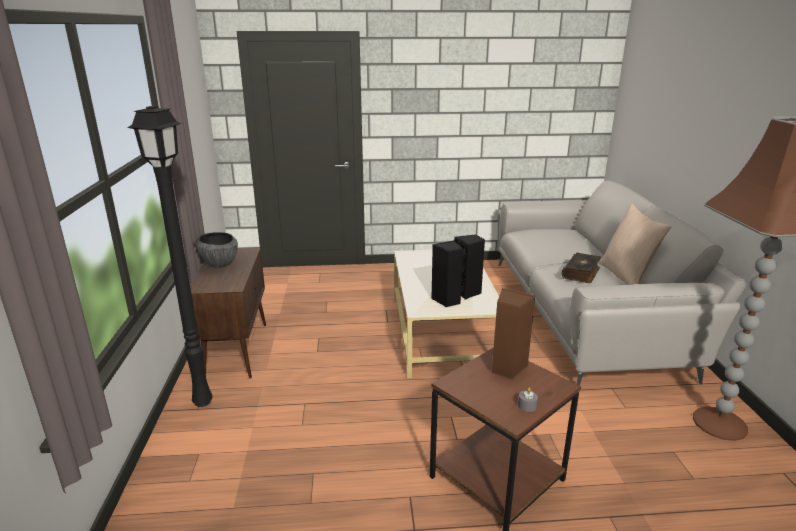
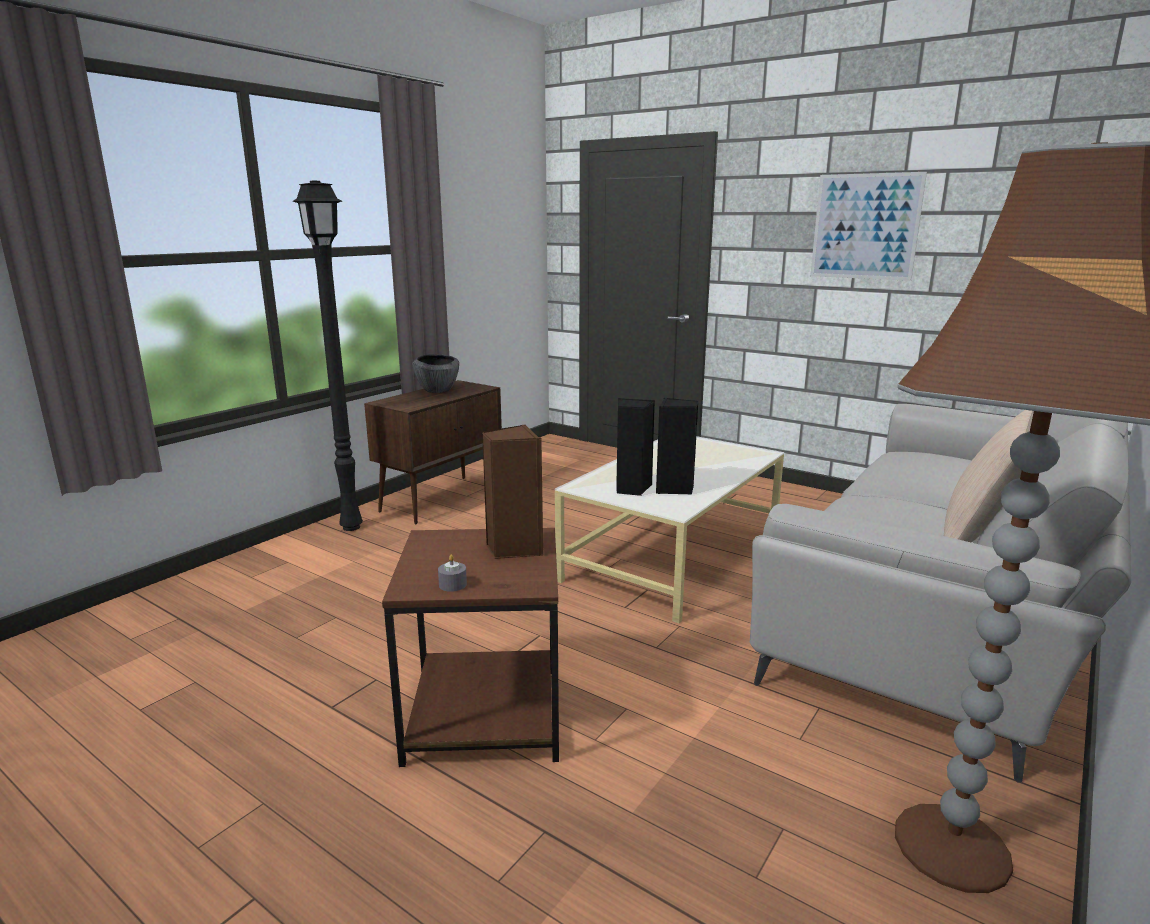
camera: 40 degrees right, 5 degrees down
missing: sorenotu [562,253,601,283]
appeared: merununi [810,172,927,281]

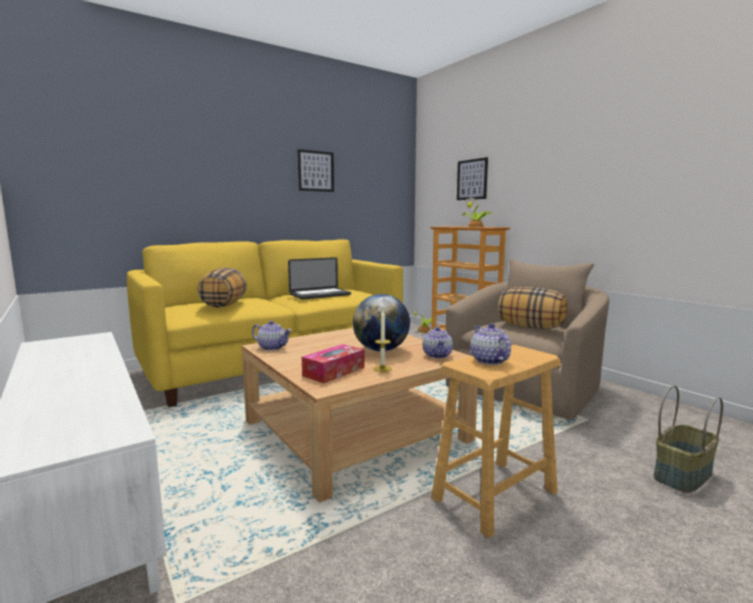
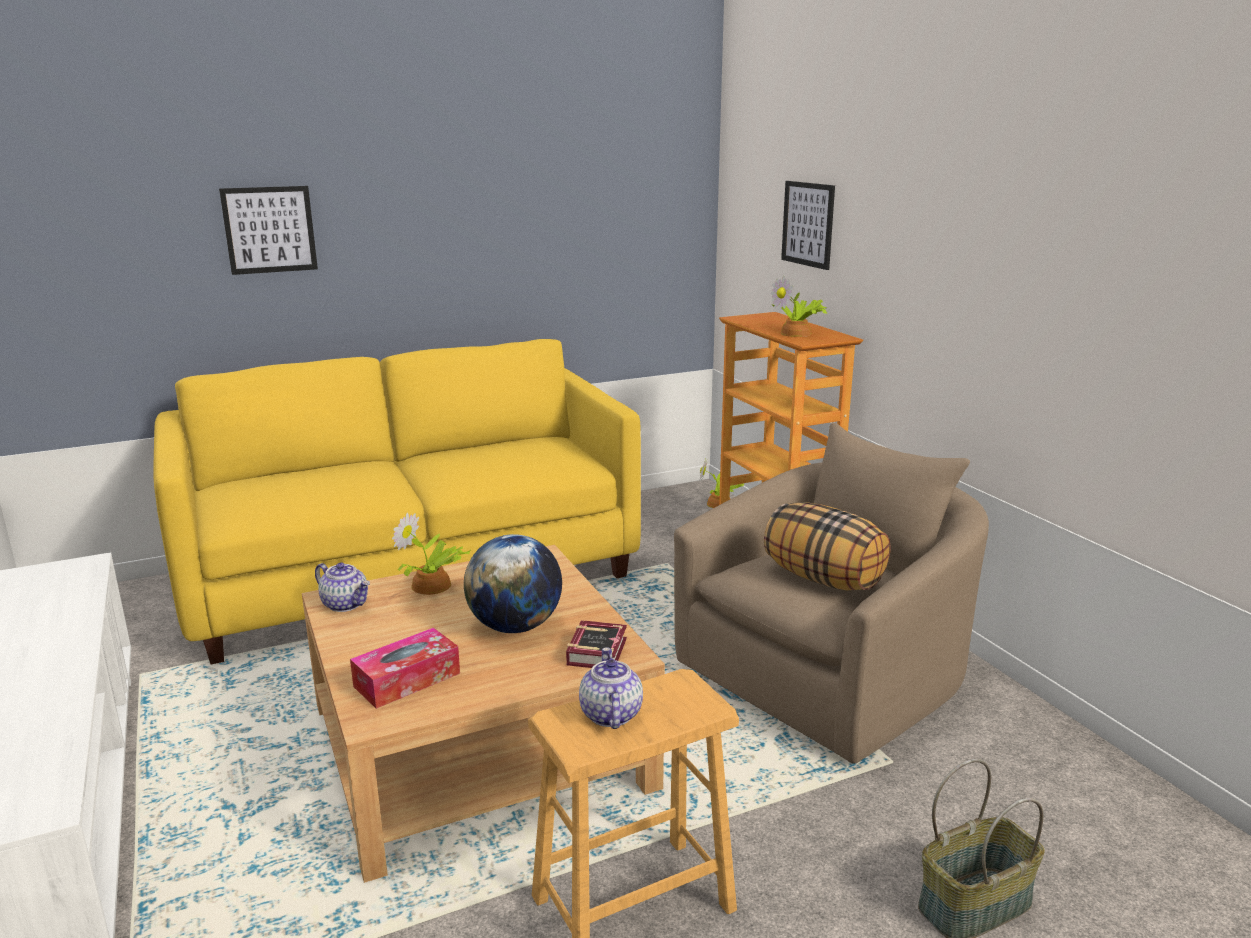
camera: 10 degrees right, 10 degrees up
missing: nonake [198,268,247,308]; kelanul [288,257,351,300]; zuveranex [374,311,392,372]
appeared: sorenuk [392,512,471,595]
relocated: merununi [297,149,334,192] to [219,186,318,275]
exchanged: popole [423,327,453,358] to sorenotu [566,620,627,668]

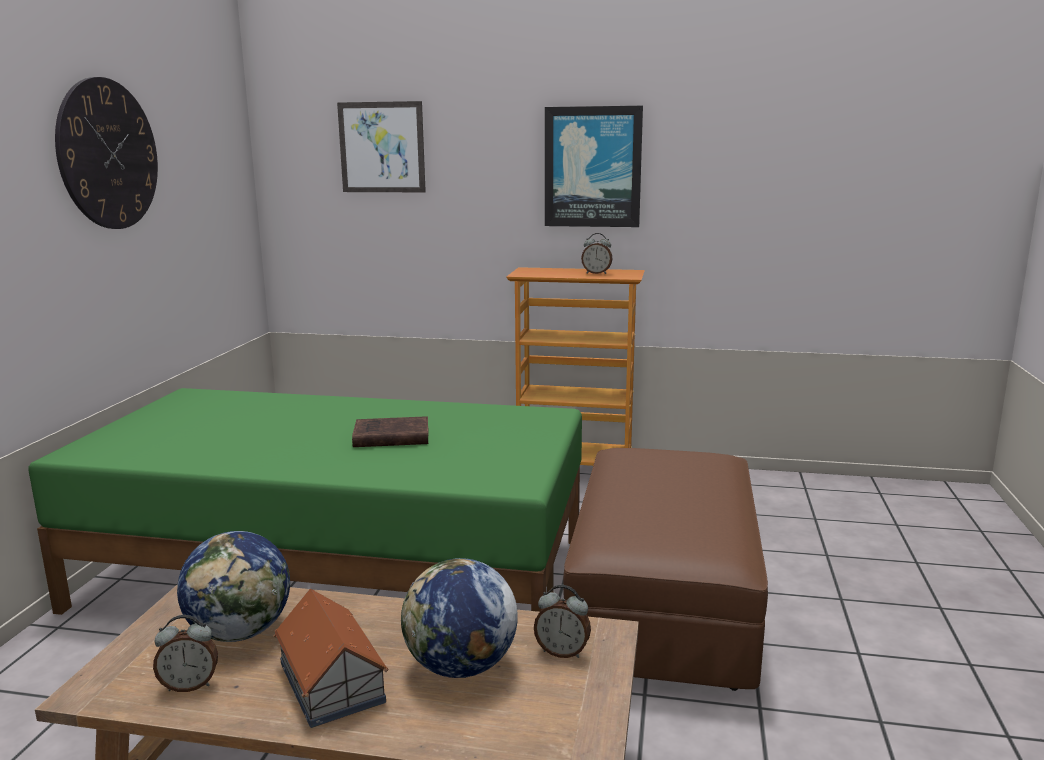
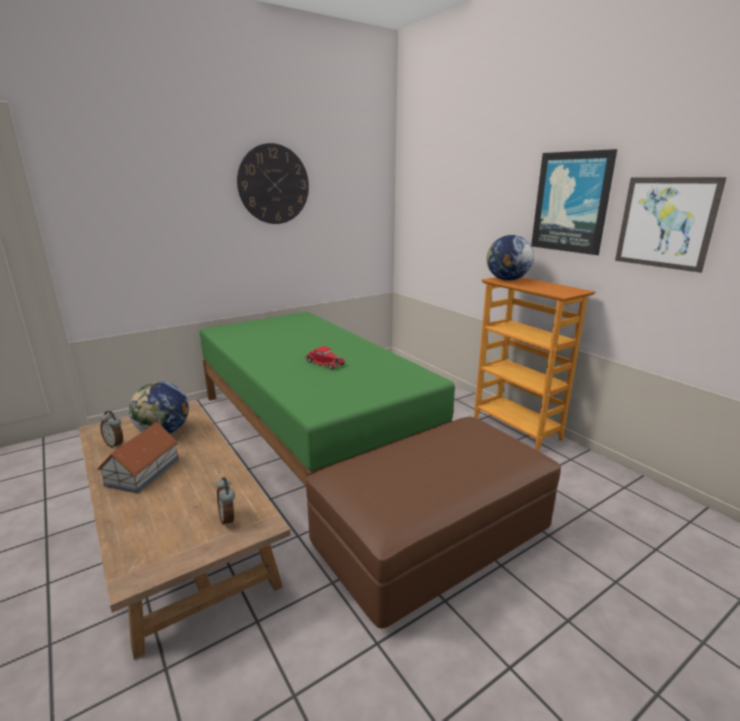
camera: 45 degrees right, 5 degrees up
missing: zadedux [581,233,613,274]
relocated: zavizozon [401,558,518,678] to [487,235,534,281]; merununi [337,101,426,192] to [615,177,727,273]
exchanged: sorenotu (brown) [352,416,428,447] to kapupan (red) [304,346,345,370]

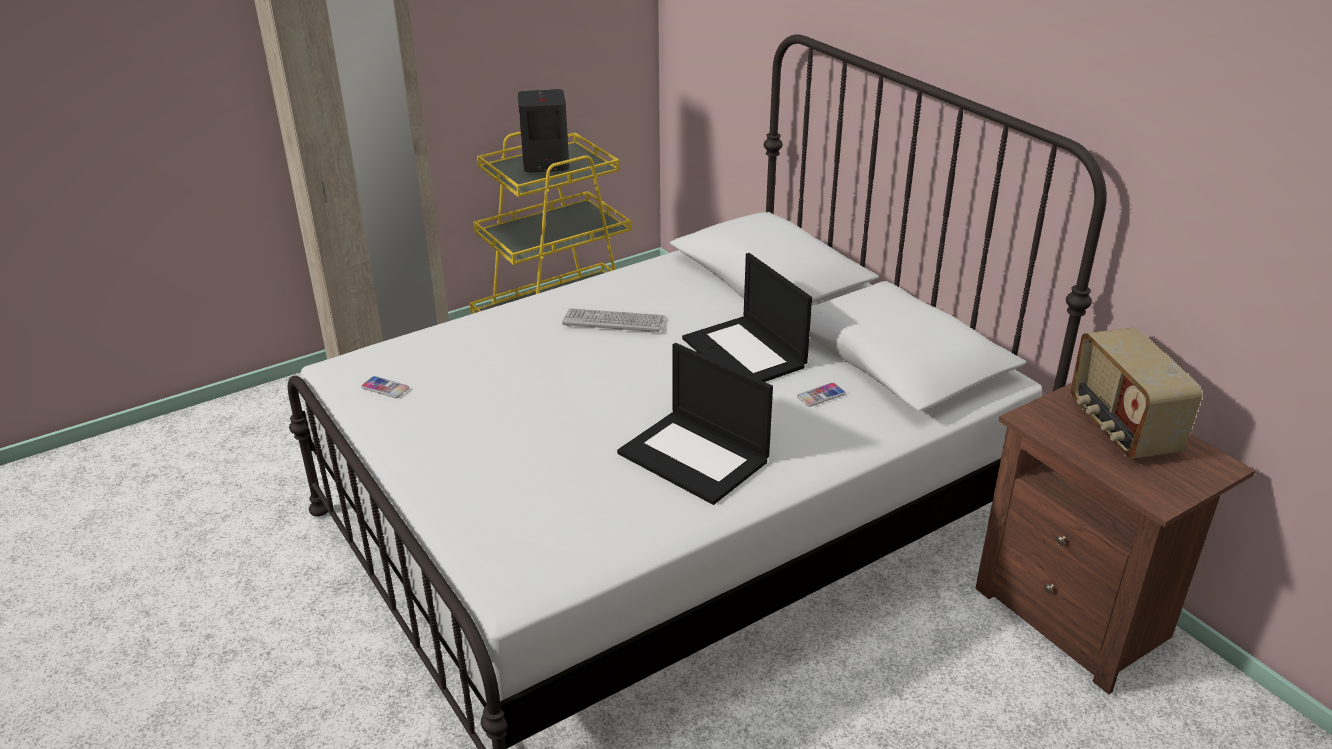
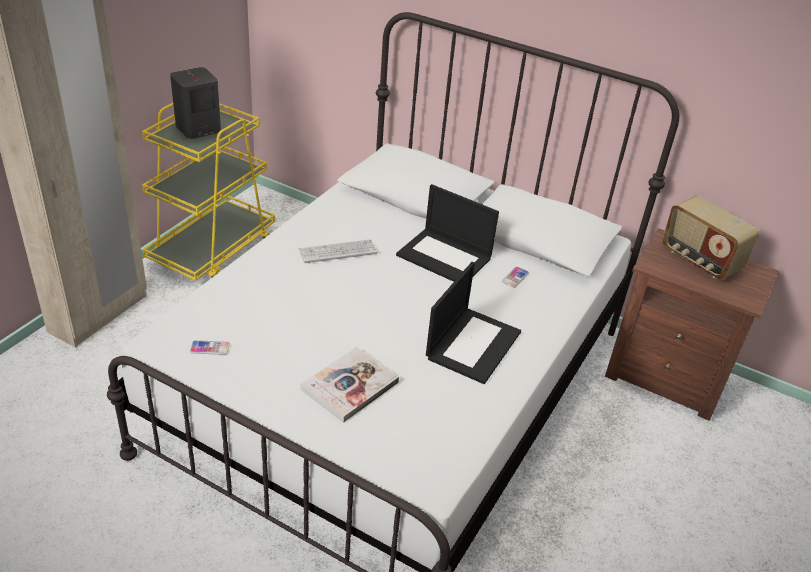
camera: 30 degrees left, 5 degrees up
appeared: sorenotu [301,347,399,423]
spun: kelanul [617,343,773,505] = [426,262,521,384] 75 degrees counterclockwise

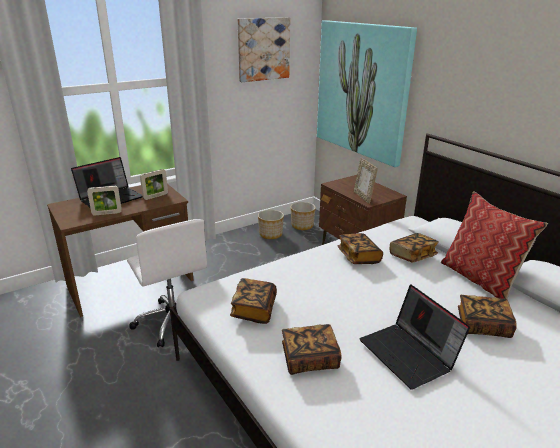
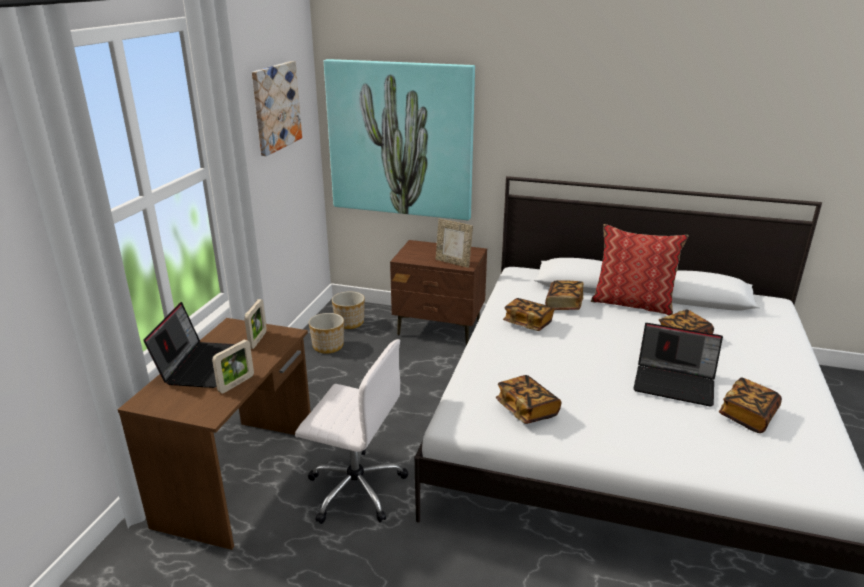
camera: 40 degrees left, 0 degrees up
relocated: sorenotu [282,324,342,375] to [719,377,782,433]

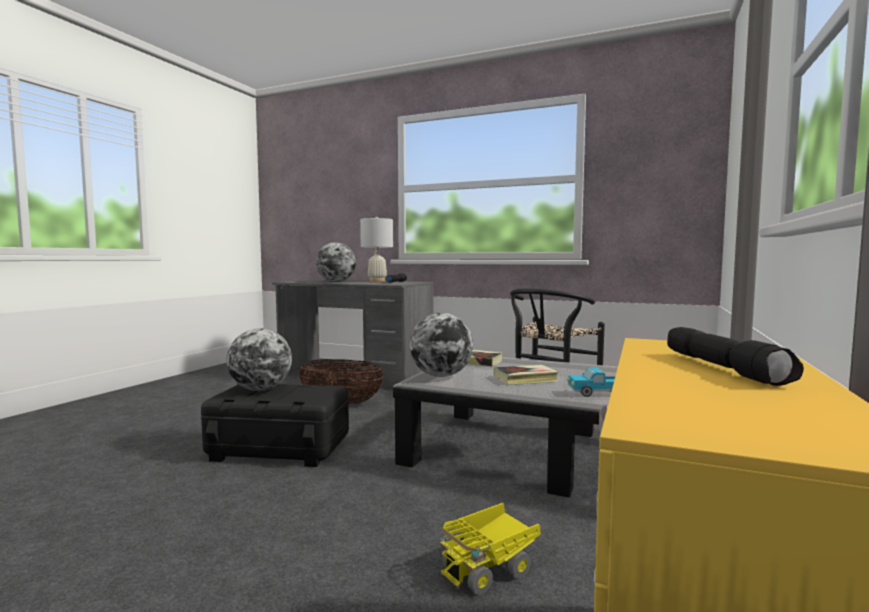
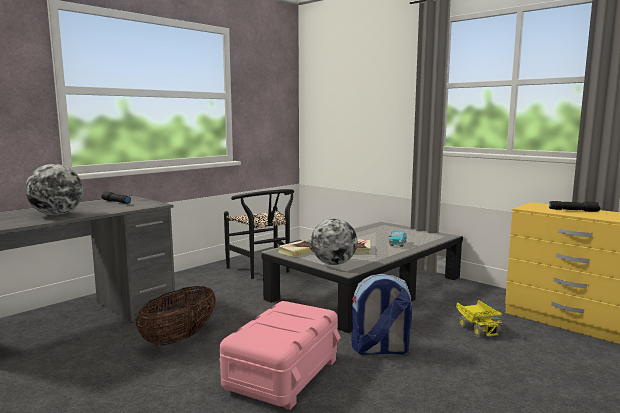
camera: 70 degrees left, 5 degrees up
missing: zavizozon [227,328,292,391]; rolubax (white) [360,217,393,282]
appeared: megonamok [351,274,412,355]
colour: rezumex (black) [201,384,349,467] to rezumex (pink) [219,301,341,410]

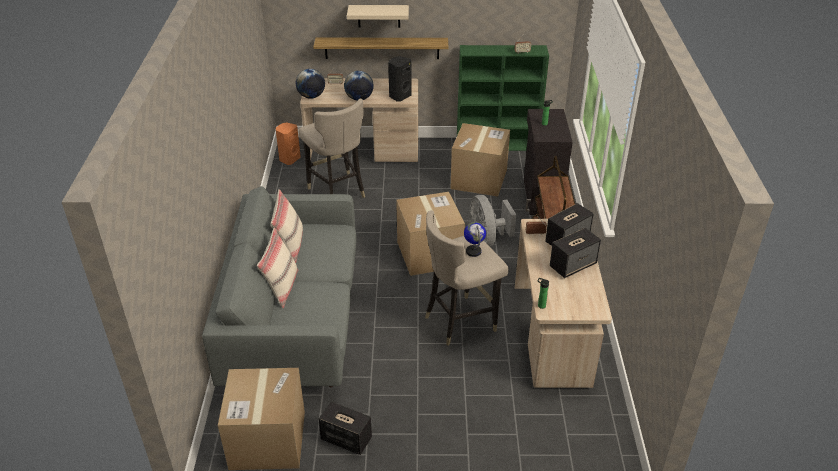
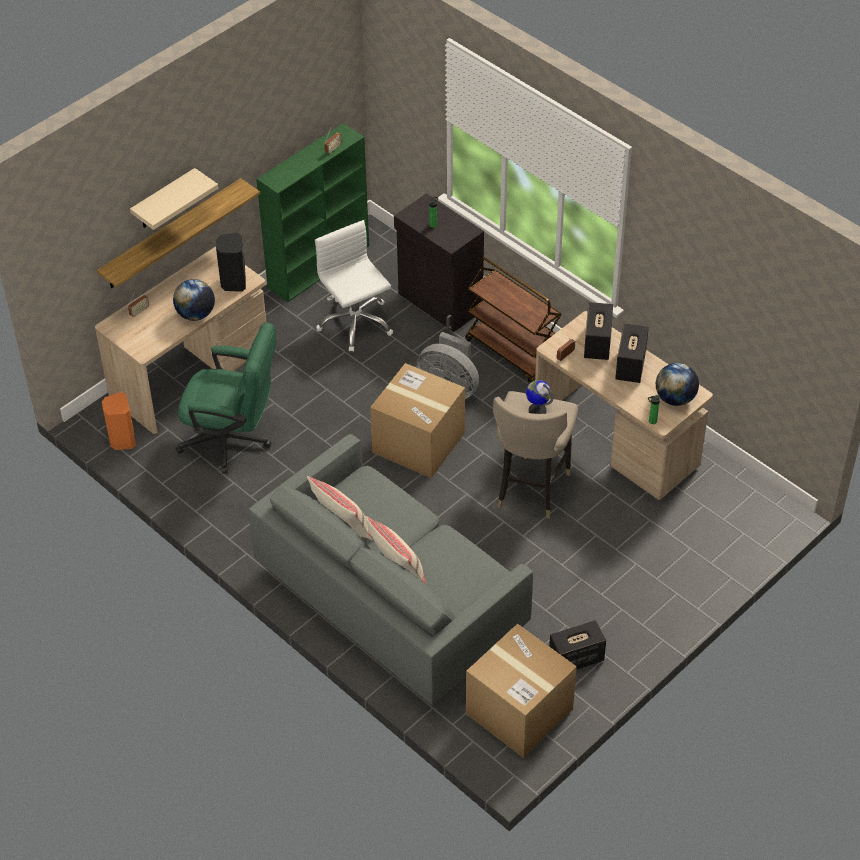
camera: 45 degrees left, 10 degrees up
relocated: zavizozon [296,69,325,99] to [656,363,699,406]
exchanged: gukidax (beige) [298,99,365,198] to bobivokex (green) [176,322,276,474]; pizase [450,123,510,197] to bobivokex (white) [315,220,393,352]

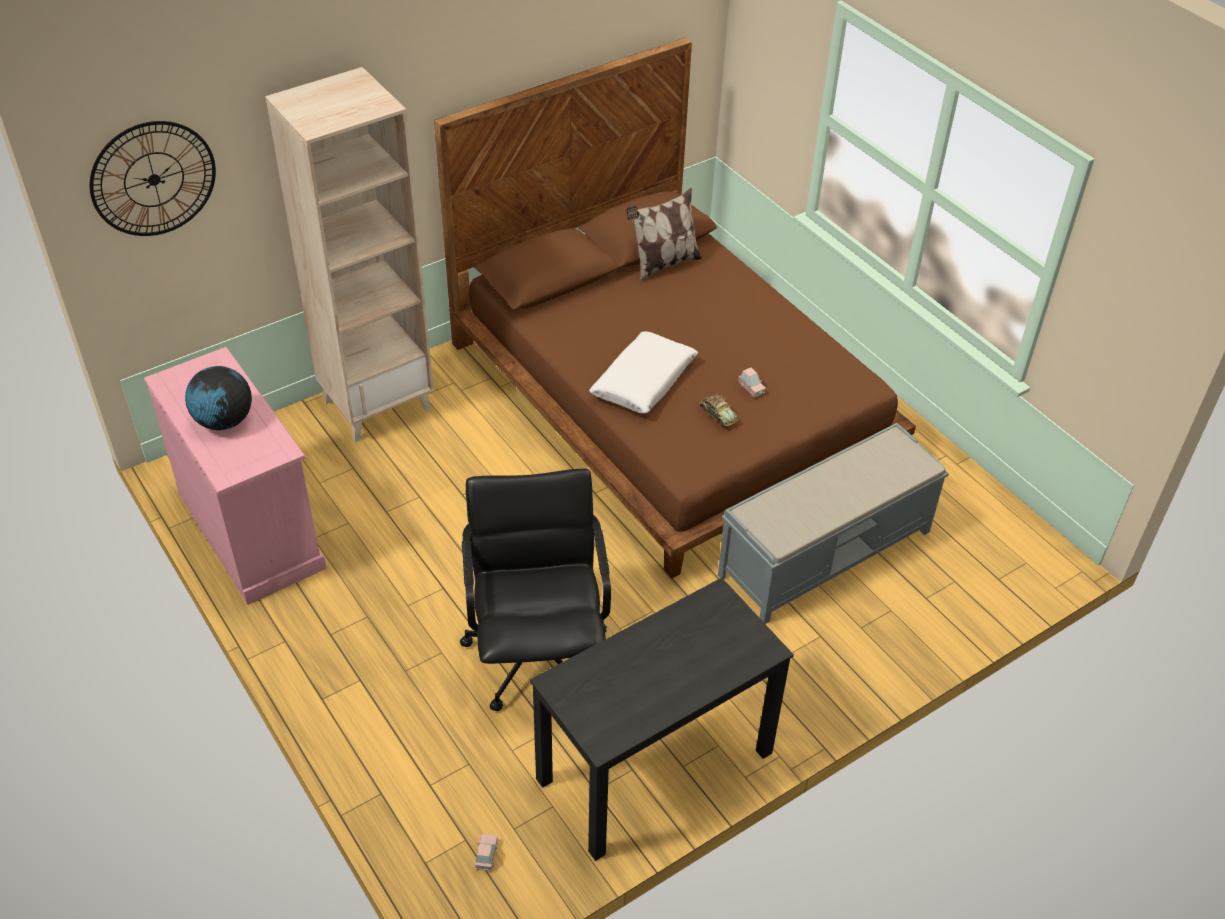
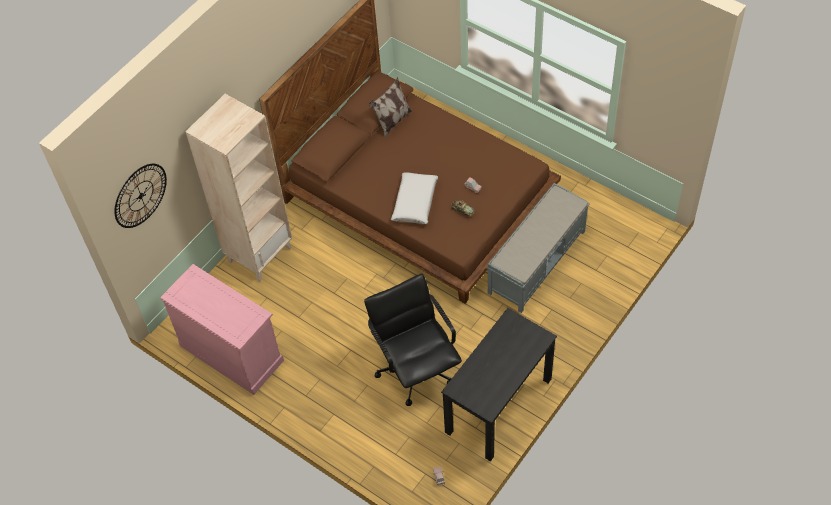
camera: 15 degrees left, 10 degrees up
missing: zavizozon [185,366,252,430]

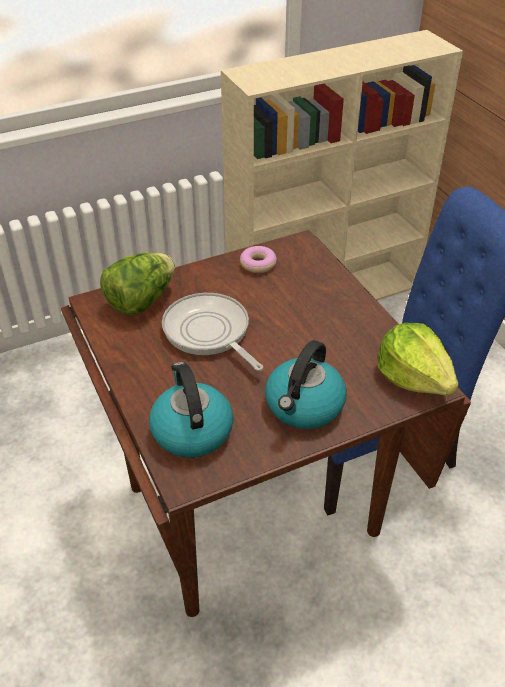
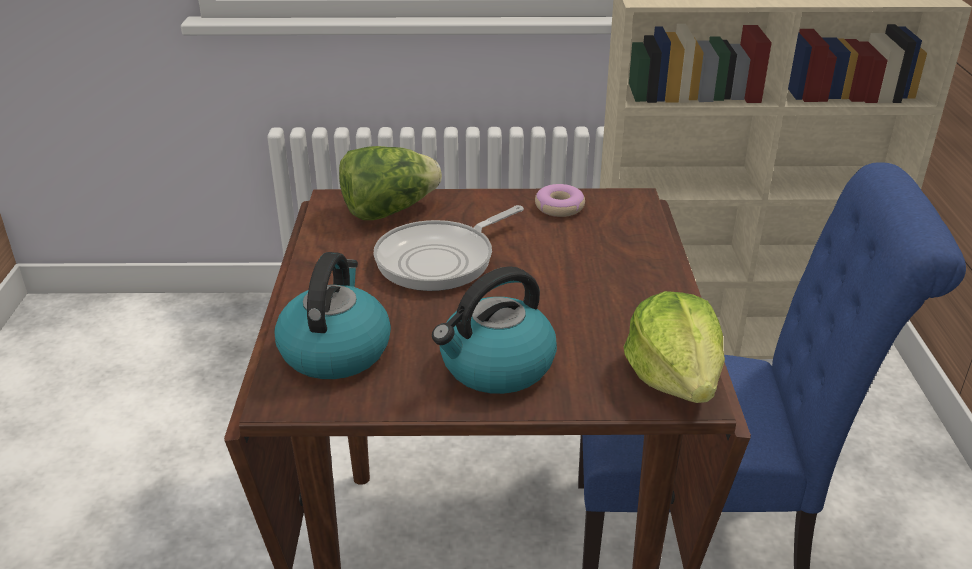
camera: 25 degrees right, 10 degrees down
spun: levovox [162,293,264,371] = [373,205,524,291] 120 degrees counterclockwise

